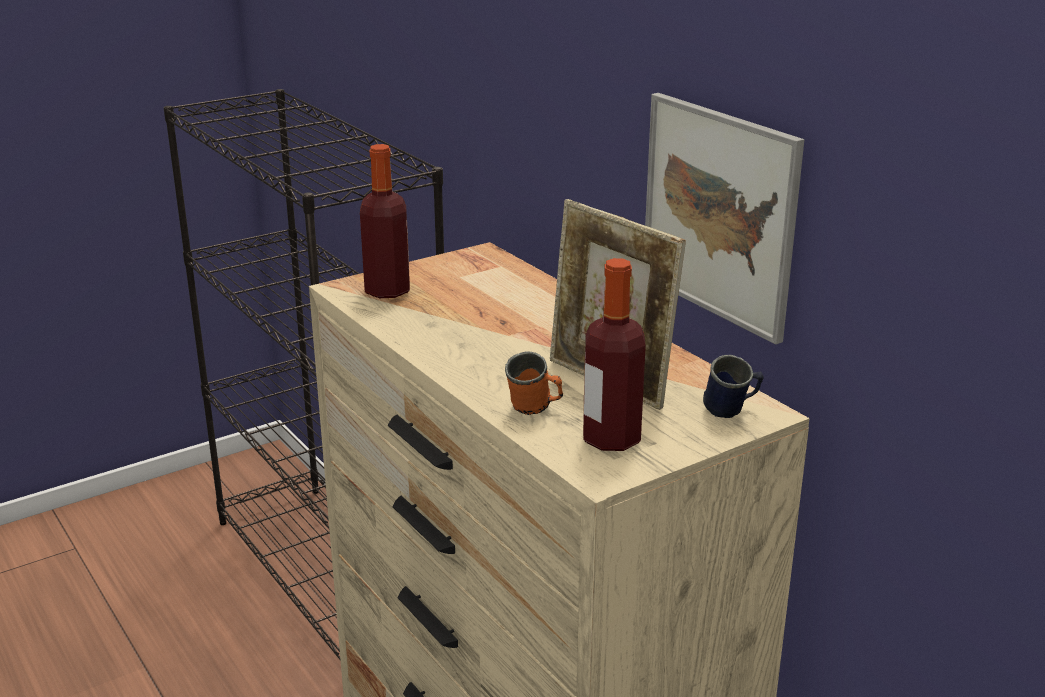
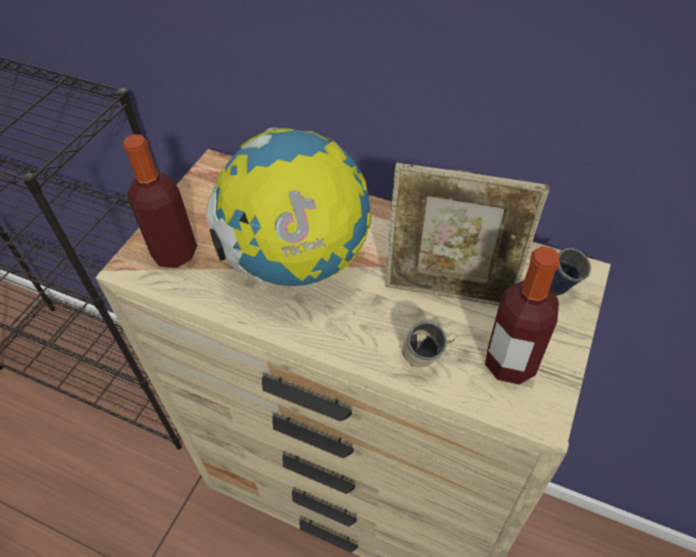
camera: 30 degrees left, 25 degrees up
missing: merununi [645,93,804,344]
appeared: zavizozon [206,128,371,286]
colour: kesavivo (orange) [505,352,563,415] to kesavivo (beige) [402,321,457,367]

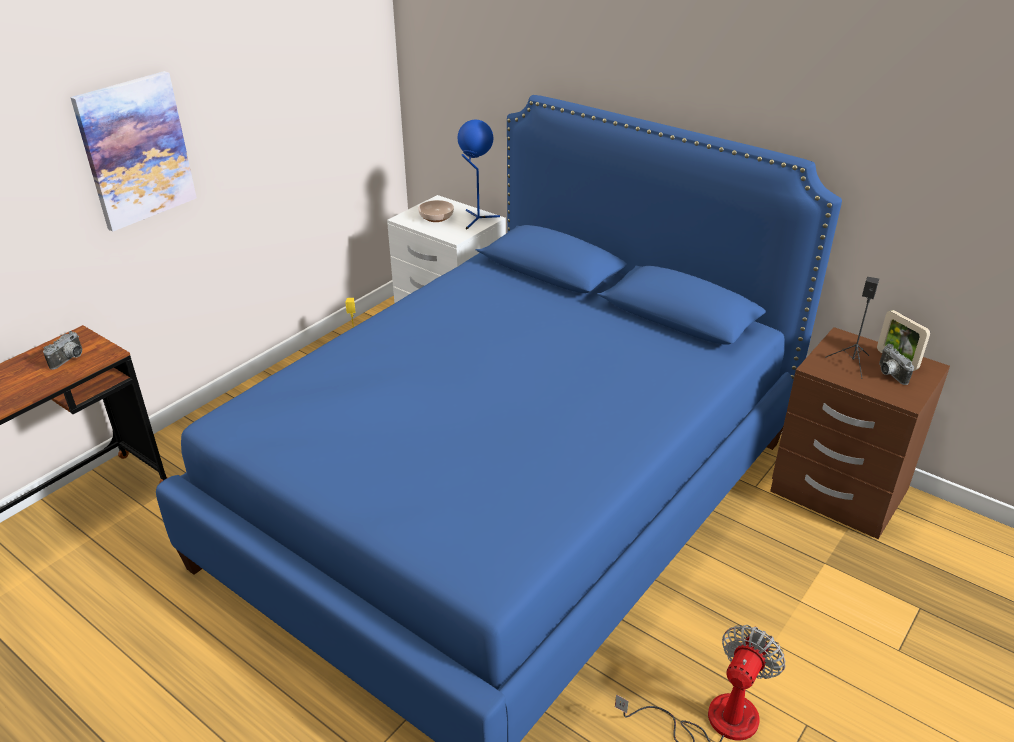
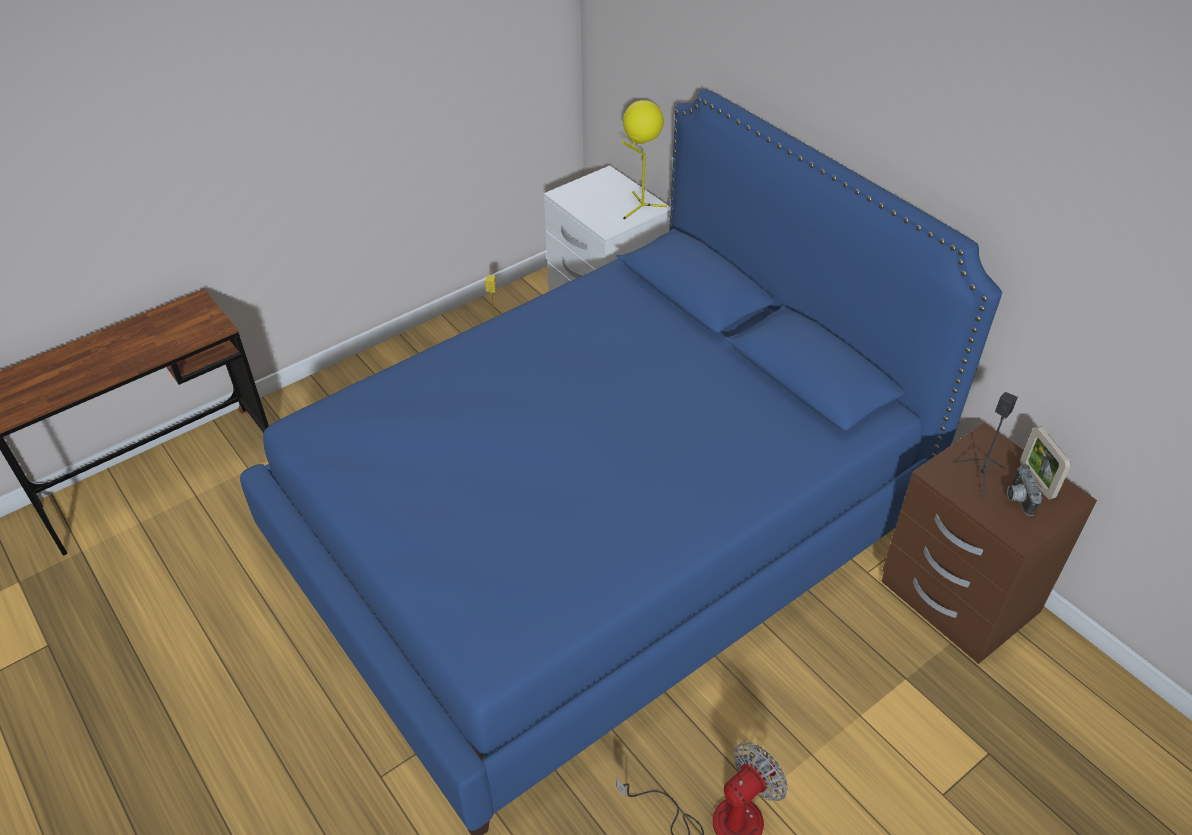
camera: 15 degrees right, 10 degrees up
missing: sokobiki [43,331,83,370]; merununi [70,71,197,232]; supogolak [418,200,454,222]
colour: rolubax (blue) [458,120,500,229] to rolubax (yellow) [622,100,667,219]

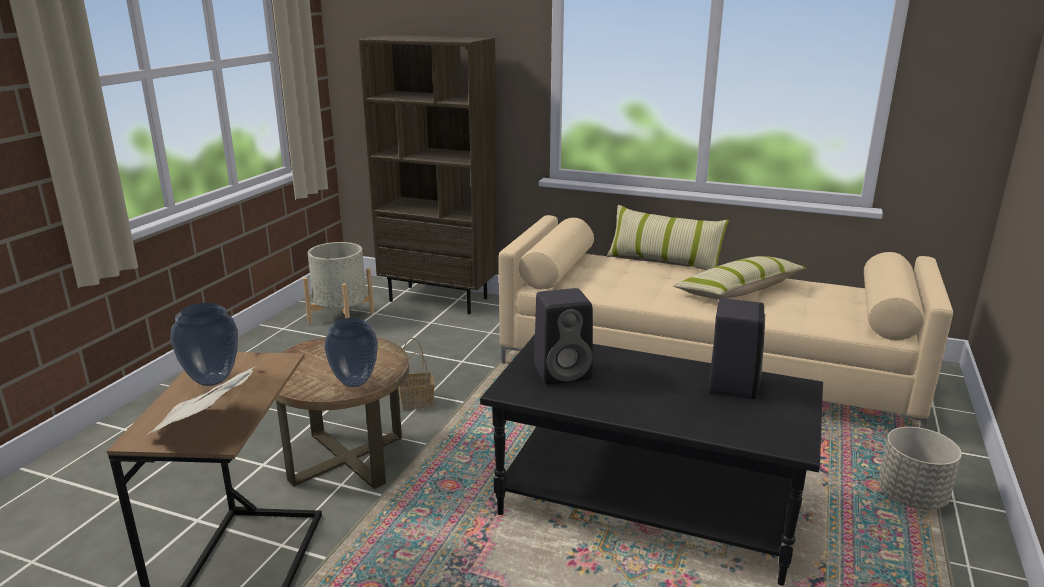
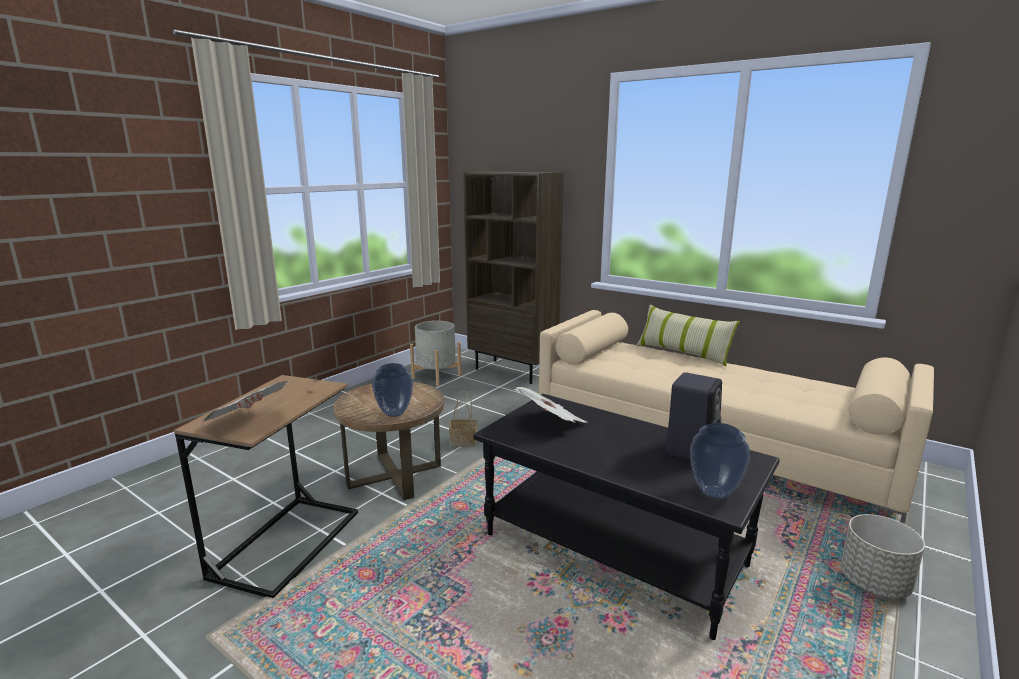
camera: 15 degrees right, 5 degrees down
missing: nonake [673,256,807,299]
relocated: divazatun [170,303,238,386] to [690,423,750,499]
exchanged: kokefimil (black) [534,288,593,385] to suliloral [514,387,587,423]

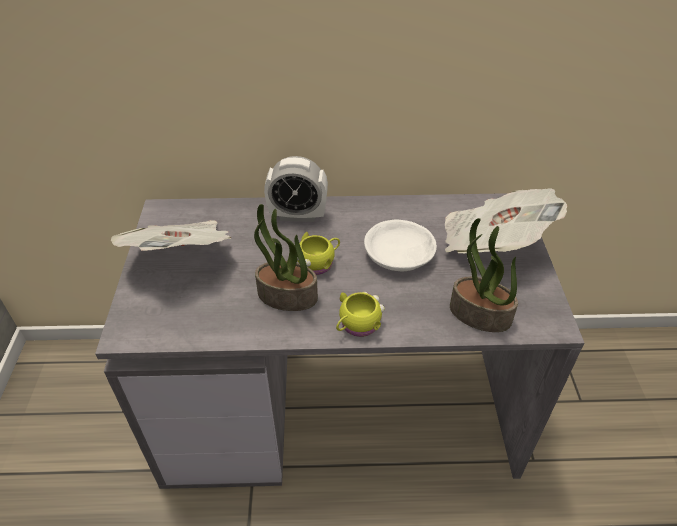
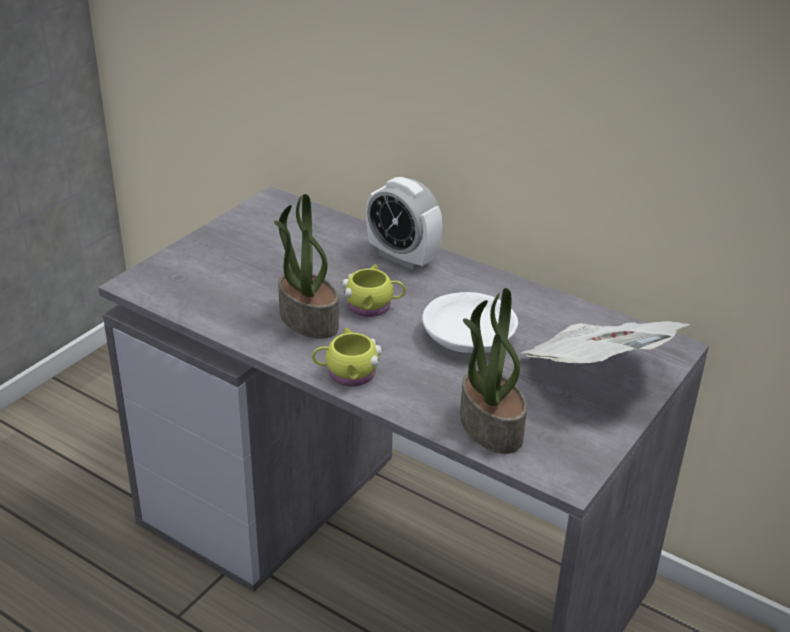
camera: 35 degrees right, 10 degrees down
missing: suliloral [111,220,232,251]

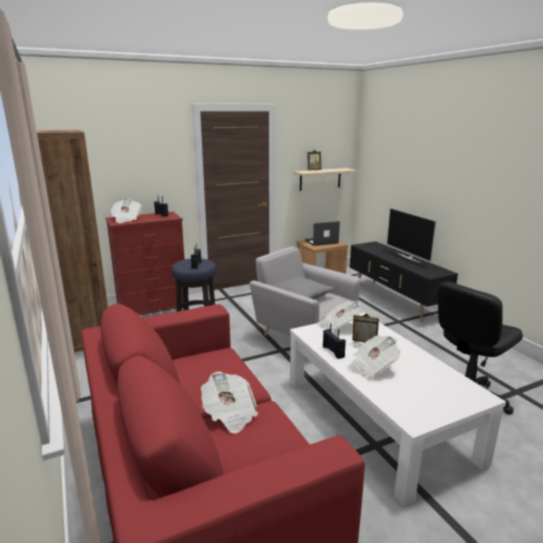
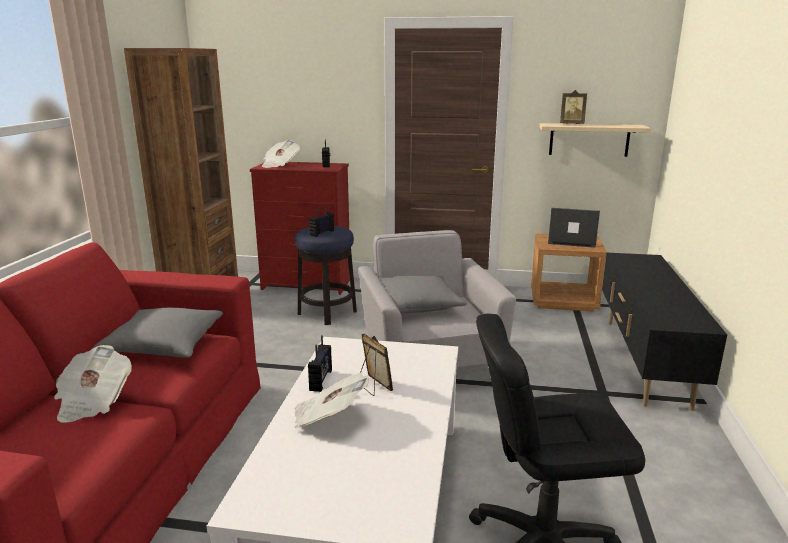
camera: 35 degrees right, 0 degrees up
missing: suliloral [317,301,361,331]; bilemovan [387,208,437,263]
appeared: nonake (grey) [93,308,223,358]

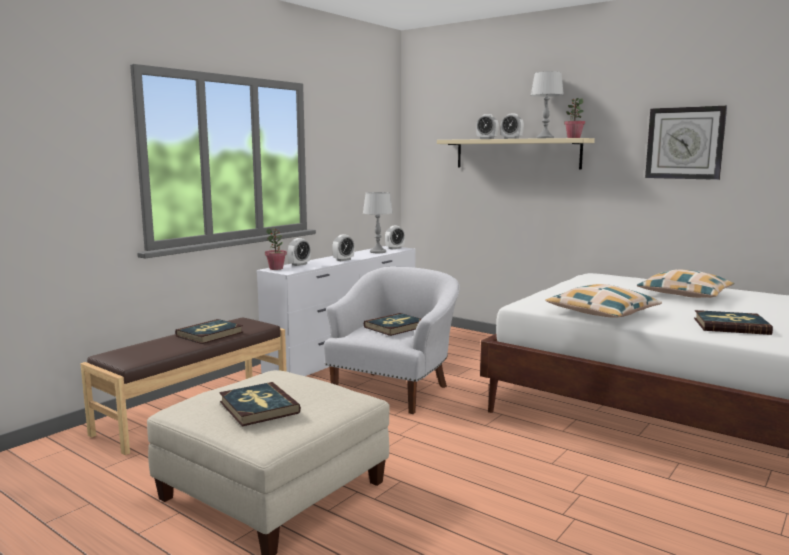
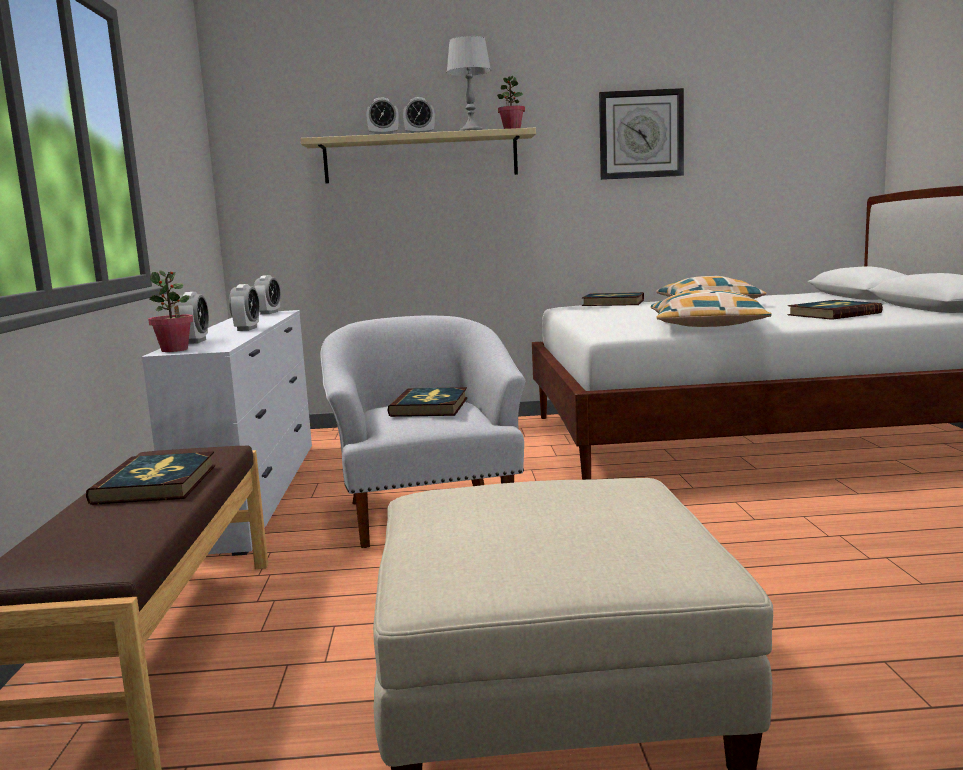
camera: 40 degrees left, 0 degrees up
missing: rolubax (grey) [363,192,393,253]
relocated: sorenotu [219,382,301,427] to [582,292,644,306]

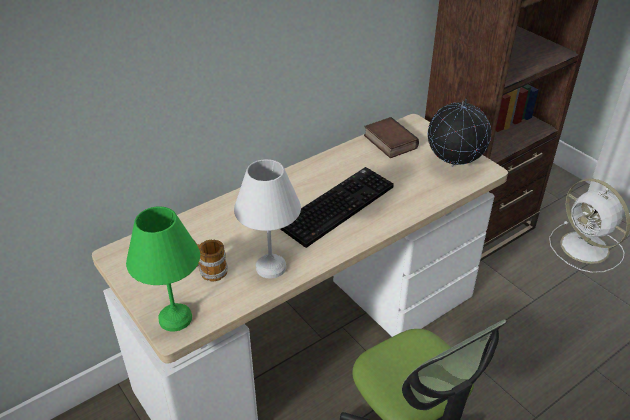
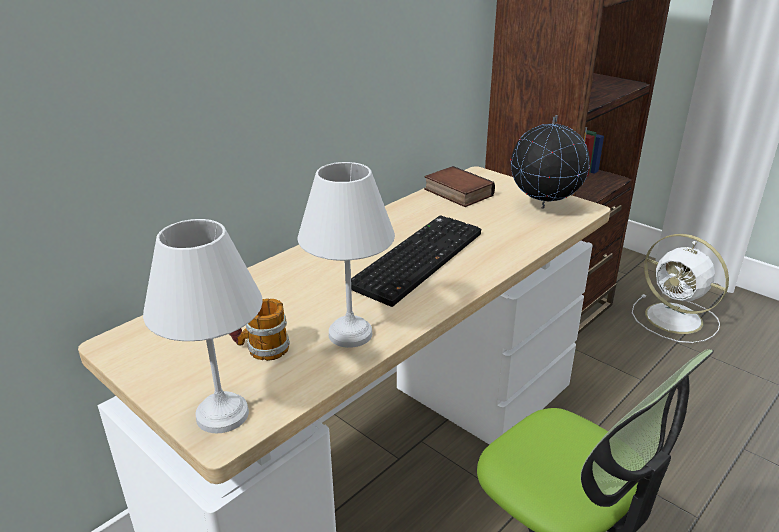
camera: 10 degrees left, 10 degrees down
colour: rolubax (green) [126,206,200,332] to rolubax (white) [143,219,263,433]

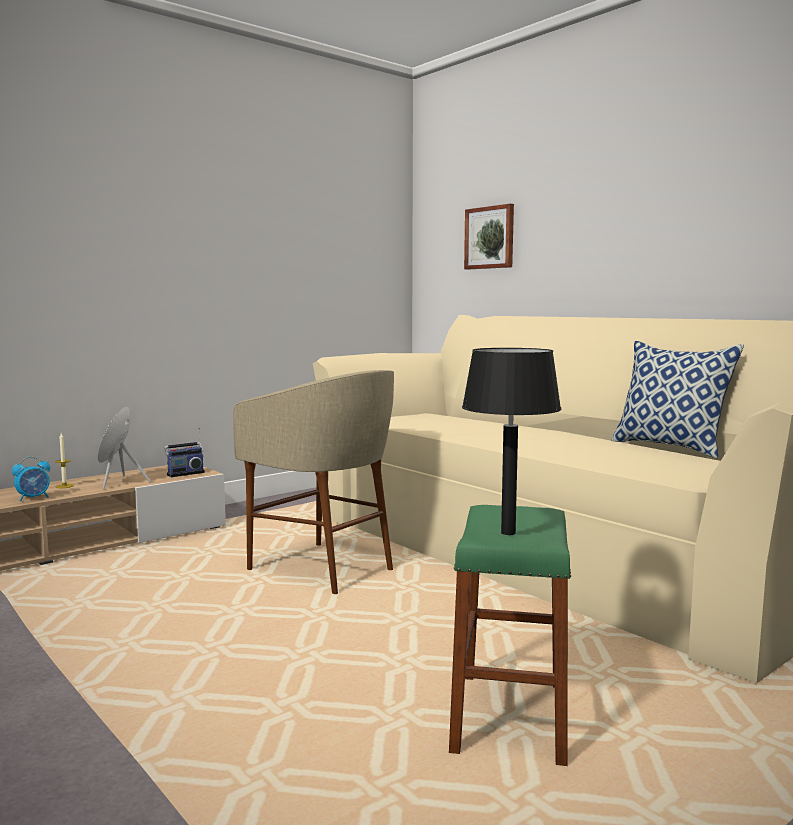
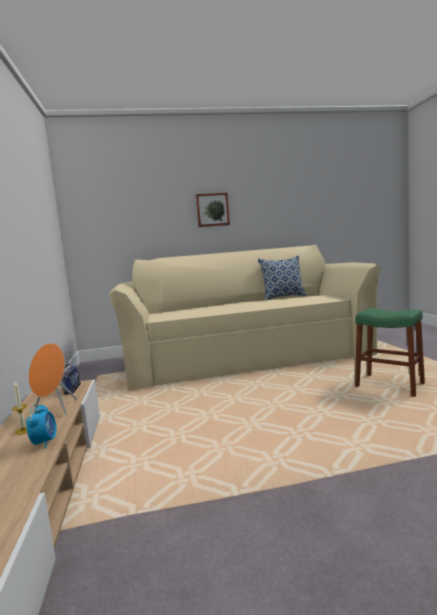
camera: 60 degrees left, 0 degrees up
missing: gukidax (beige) [233,370,394,594]; rolubax (black) [462,348,561,535]
relocated: merununi [464,204,514,269] to [196,193,230,227]

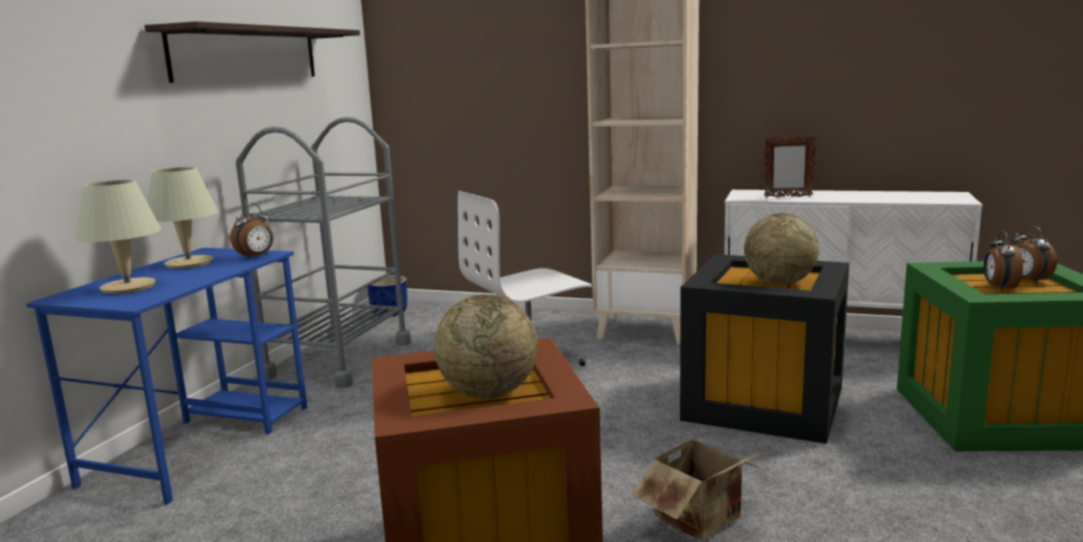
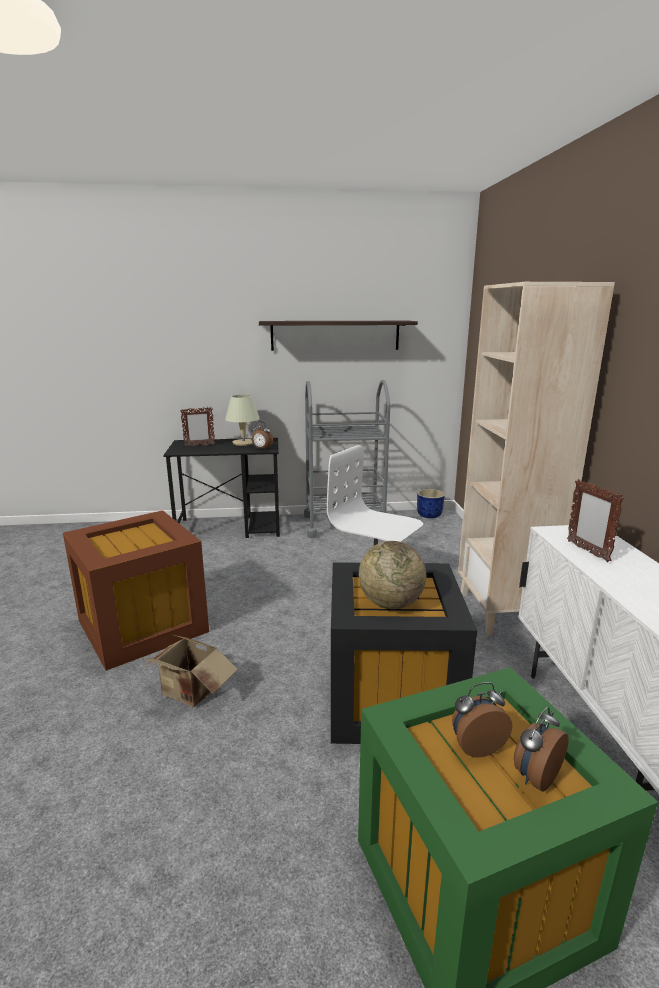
camera: 65 degrees right, 5 degrees up
missing: zavizozon [434,294,538,399]
exchanged: rolubax (beige) [75,180,161,294] to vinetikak [180,407,215,446]
colour: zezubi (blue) [26,248,307,505] to zezubi (black) [163,438,280,538]

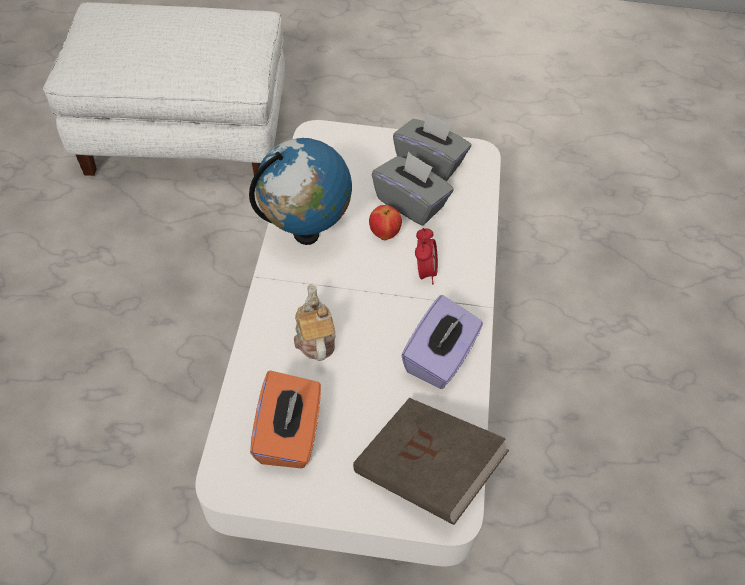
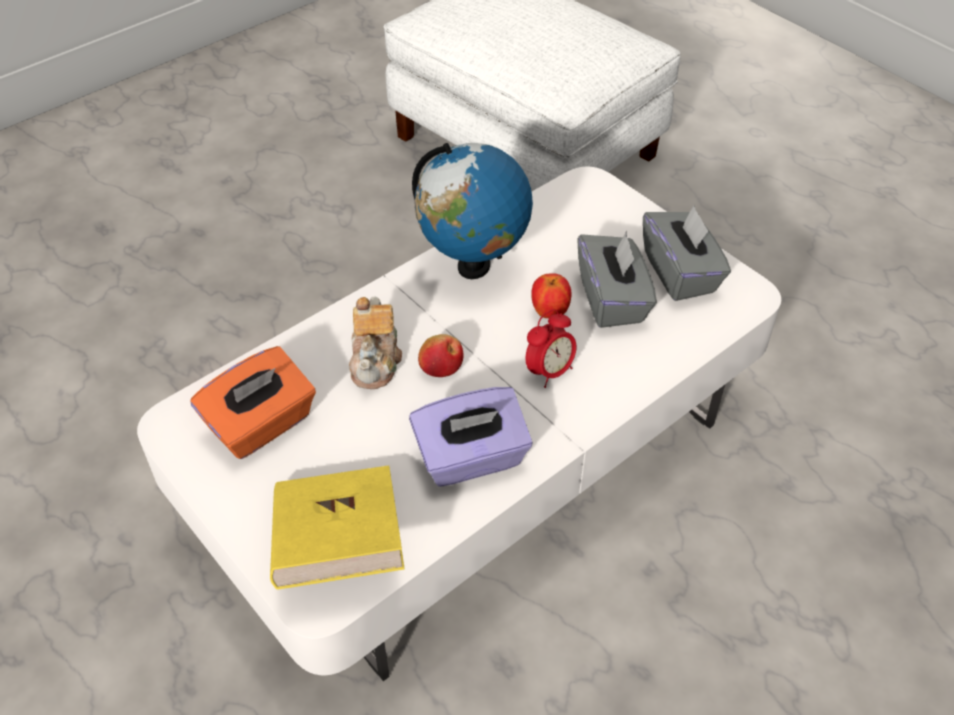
camera: 45 degrees right, 5 degrees down
appeared: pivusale [418,334,464,377]
colour: sorenotu (brown) [353,398,509,525] to sorenotu (yellow) [270,465,405,590]
spun: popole [294,284,336,361] = [349,296,402,389] 150 degrees clockwise

